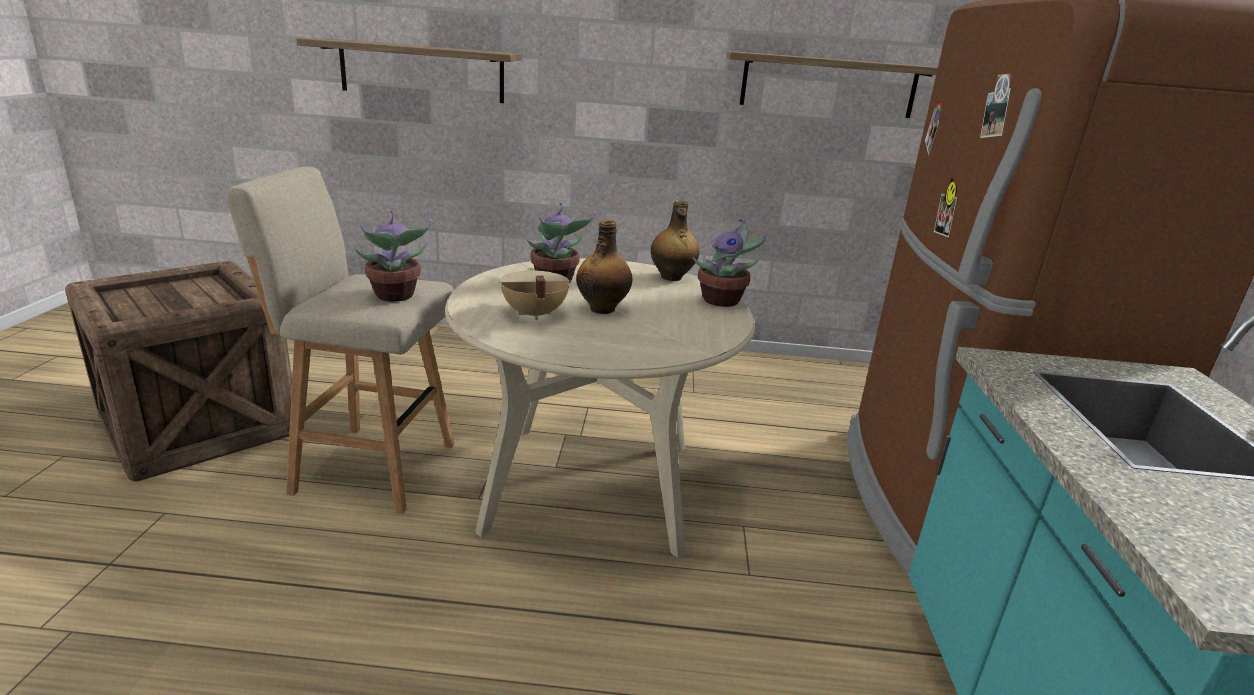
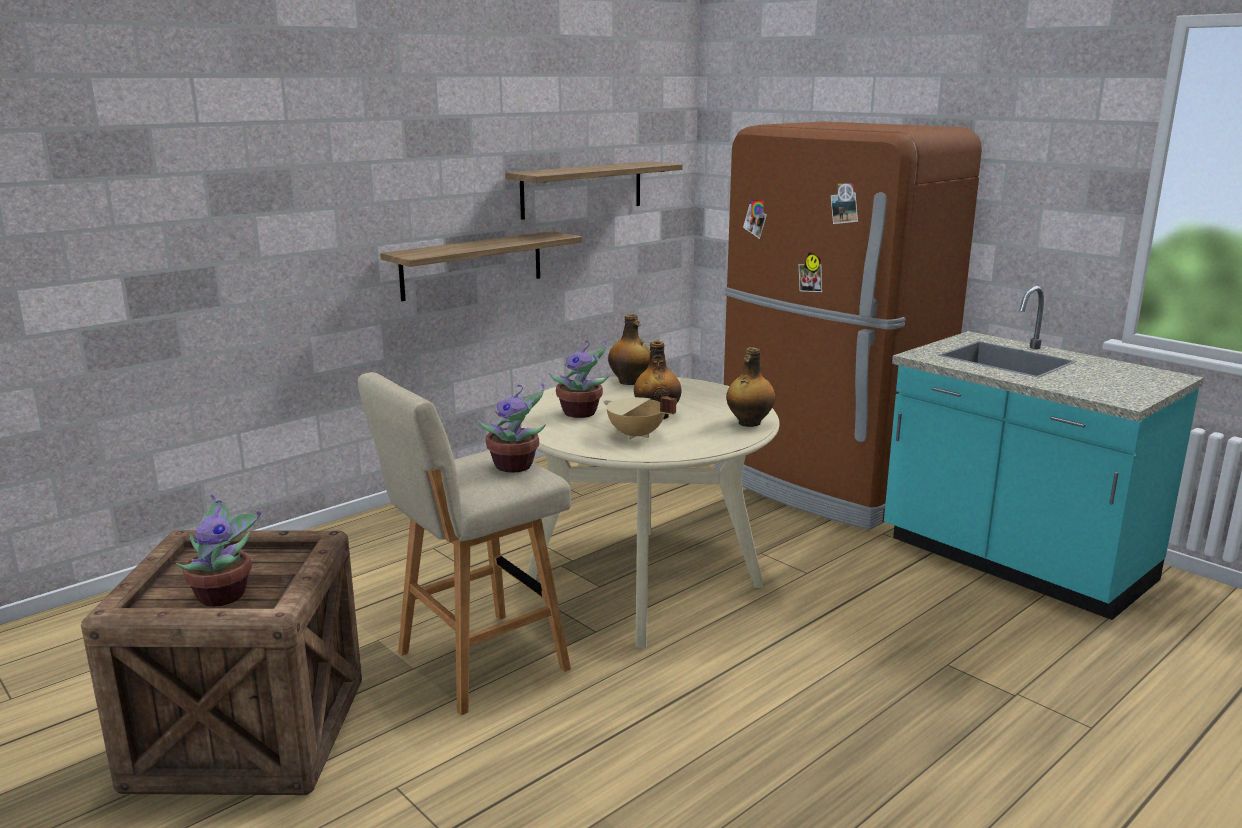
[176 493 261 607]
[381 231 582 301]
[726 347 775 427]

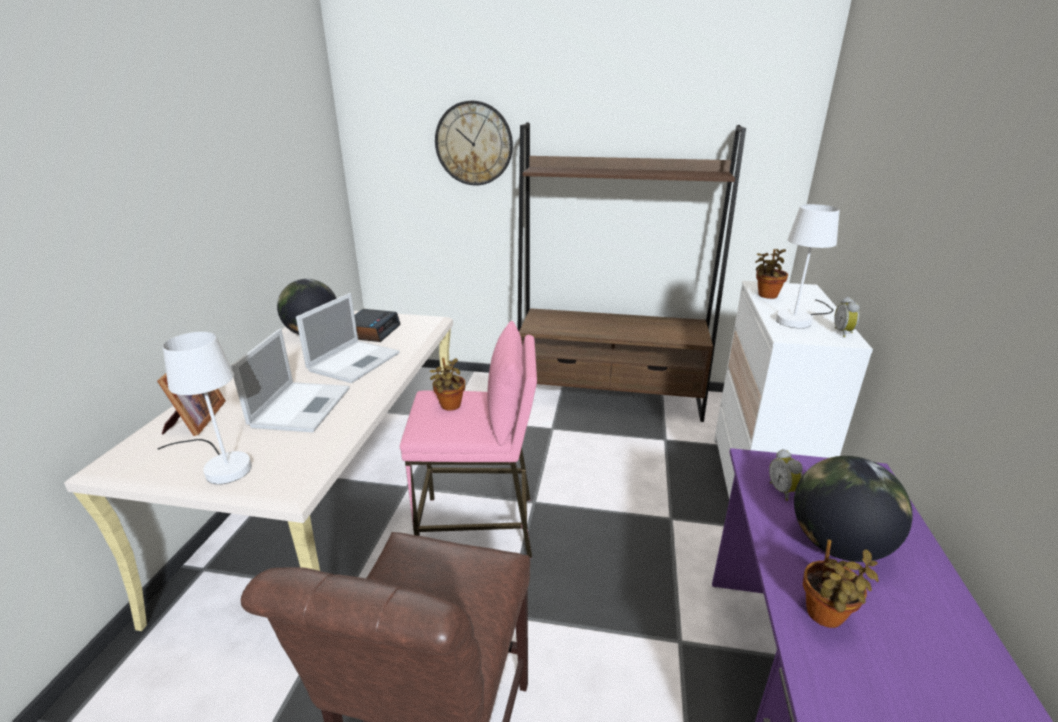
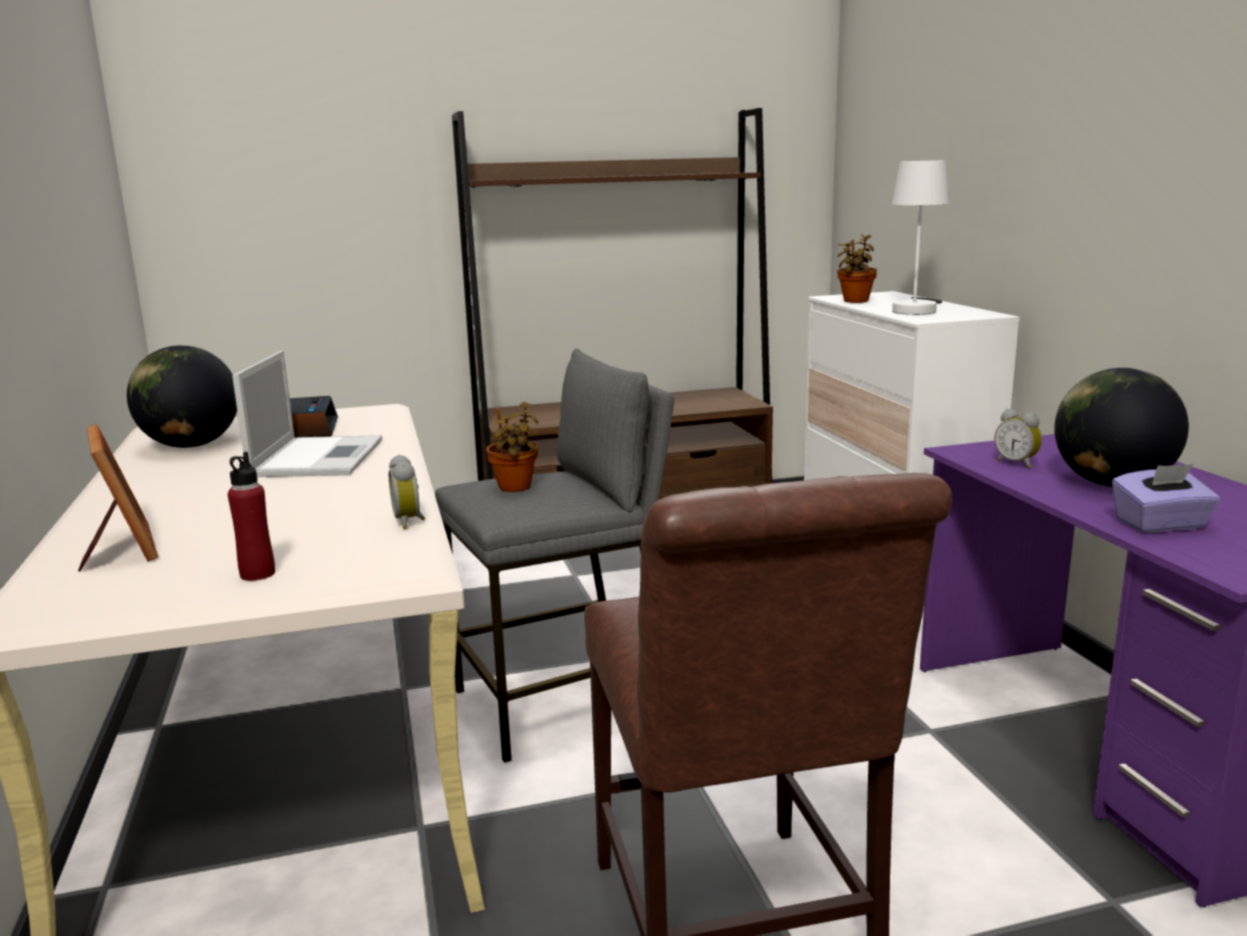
[228 452 275 581]
[389 455 425 529]
[435 349 674 763]
[1112 464 1220 533]
[231 329 350 432] (first image)
[435 100 513 186] (first image)

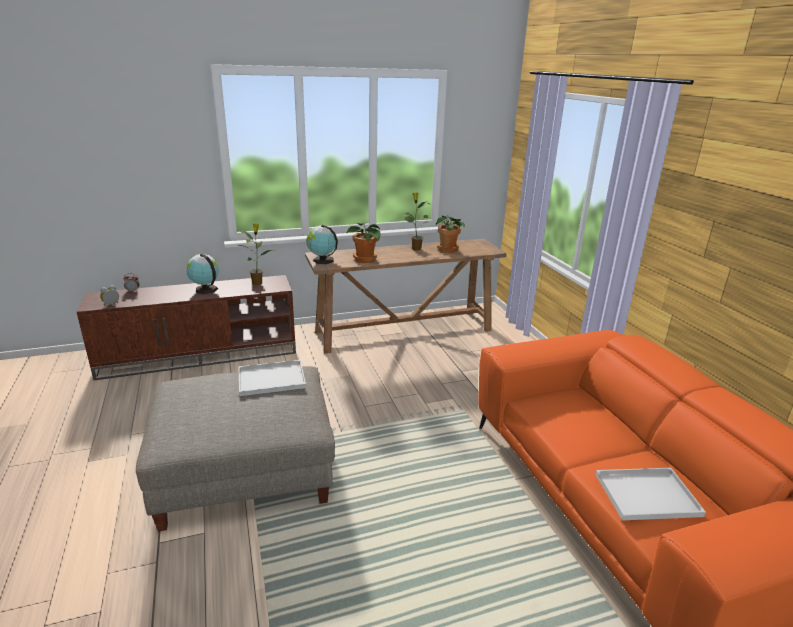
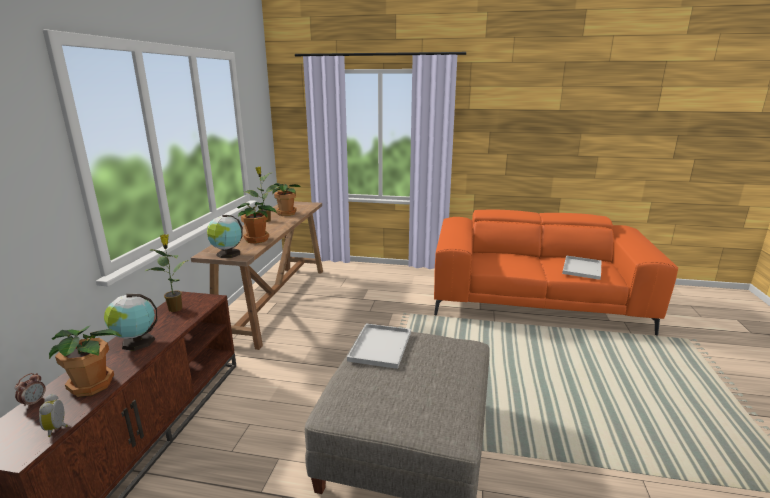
[49 325 119 397]

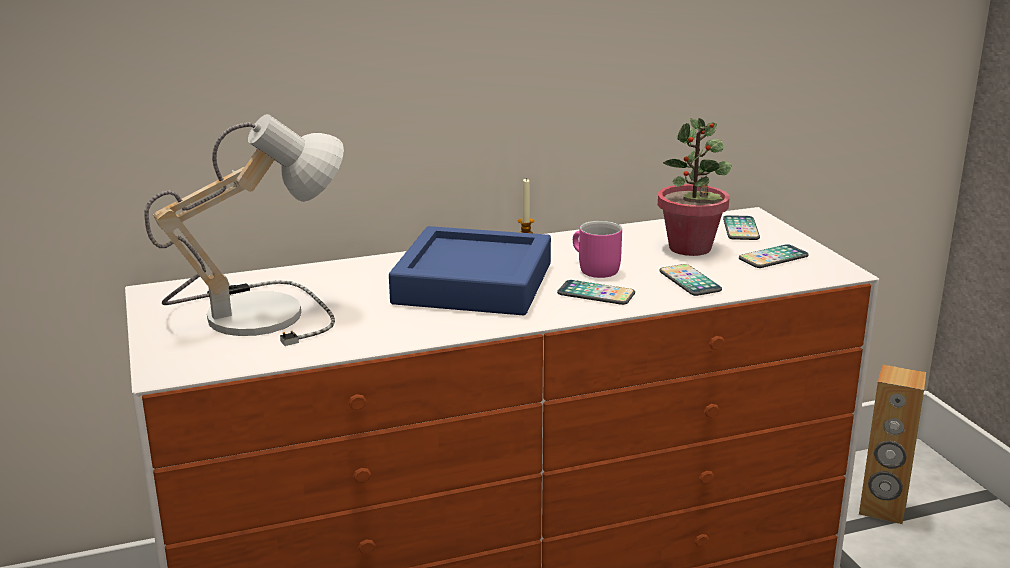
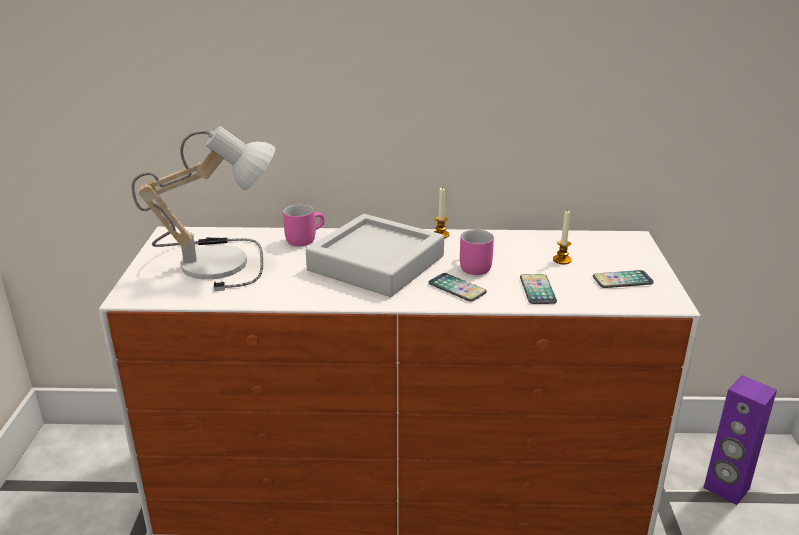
[283 204 325 246]
[306 214 444 297]
[553 210 572 264]
[703 375 777 505]
[723 215 760 240] (first image)

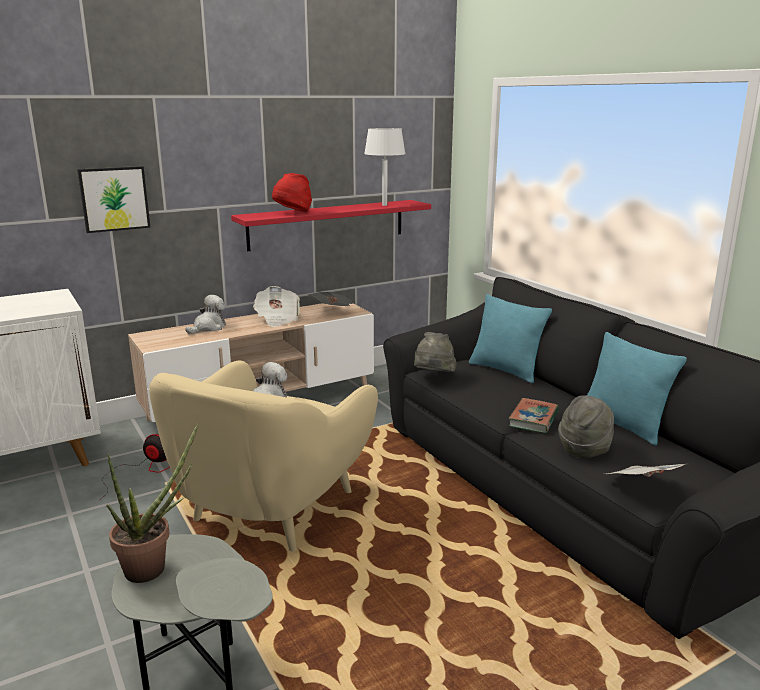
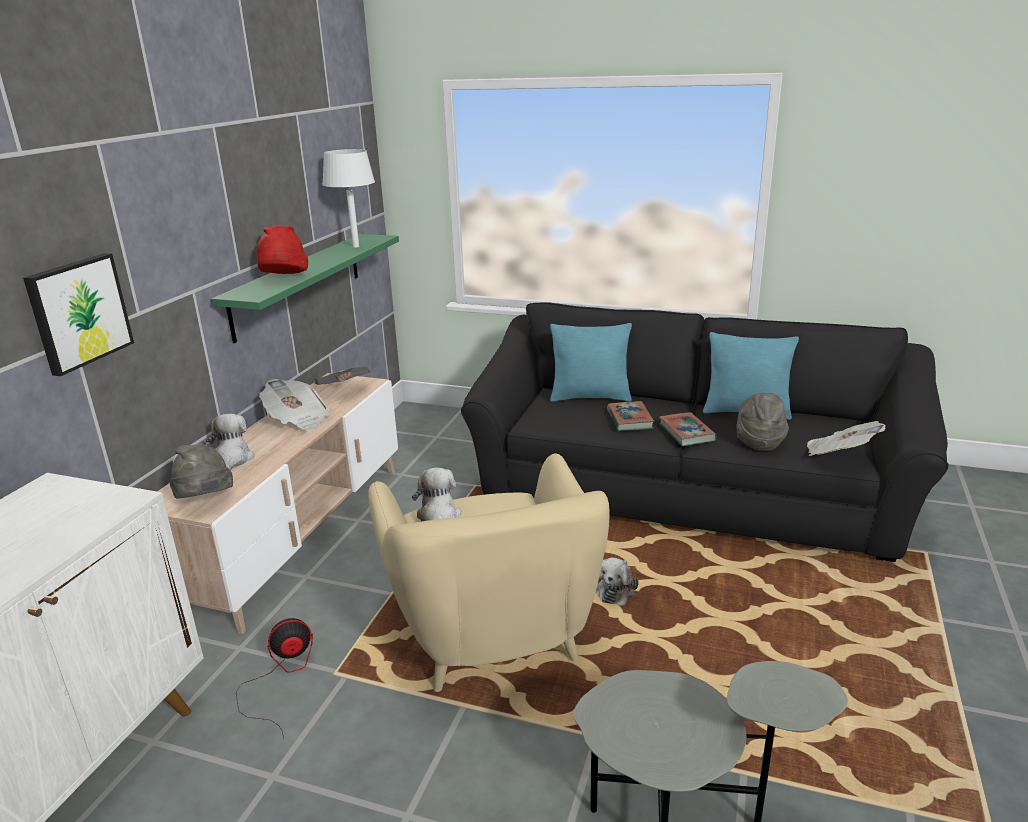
[170 442 233 498]
[211 234 399 343]
[596 558 639 606]
[607 401 654 431]
[106 423 198 583] (first image)

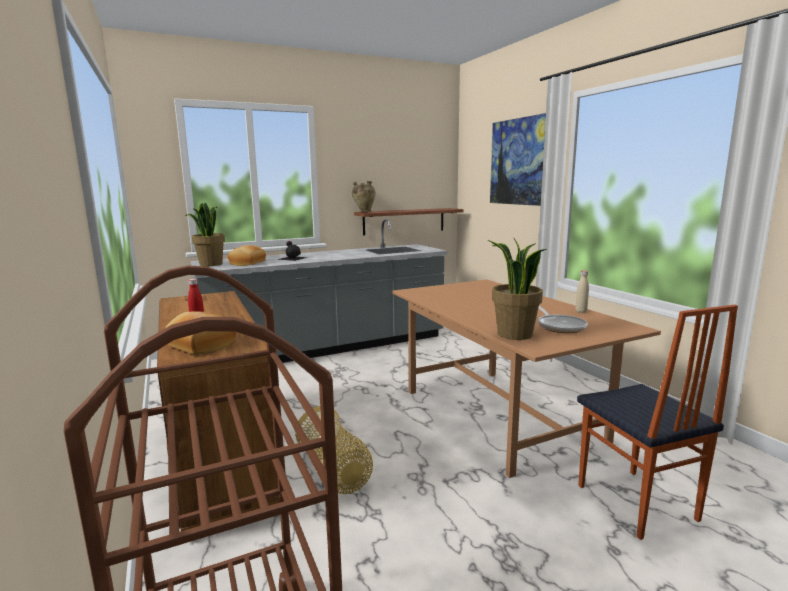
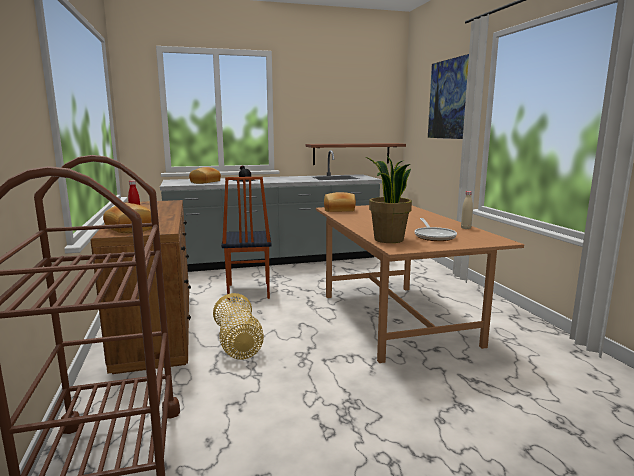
[221 177 272 300]
[324 192 356 212]
[185 202 225 266] (first image)
[352 181 376 212] (first image)

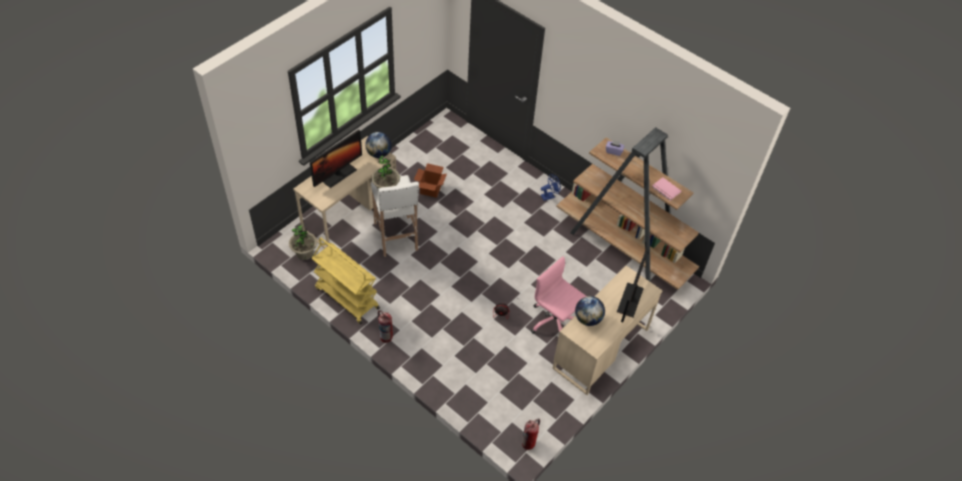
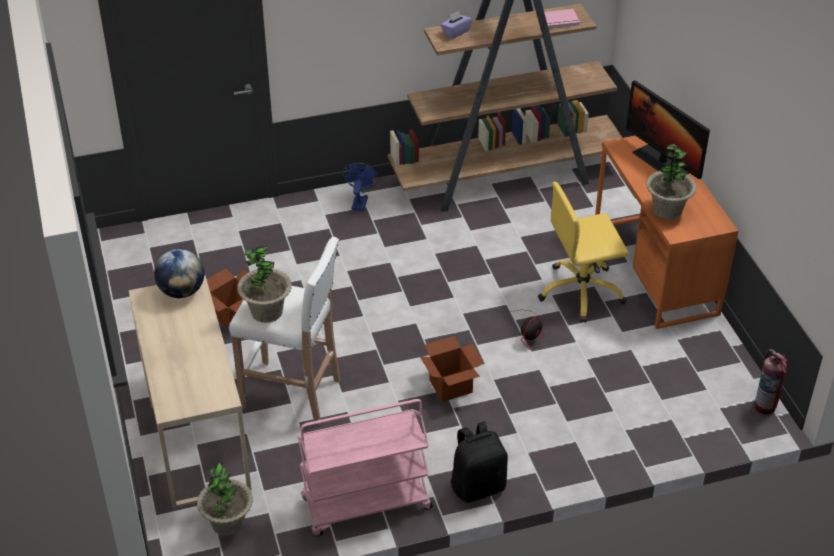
[297 399 433 536]
[420 336 485 402]
[451 421 508 503]
[538 182 629 323]
[595 136 738 329]
[646 144 696 220]
[310 130 362 188] (first image)

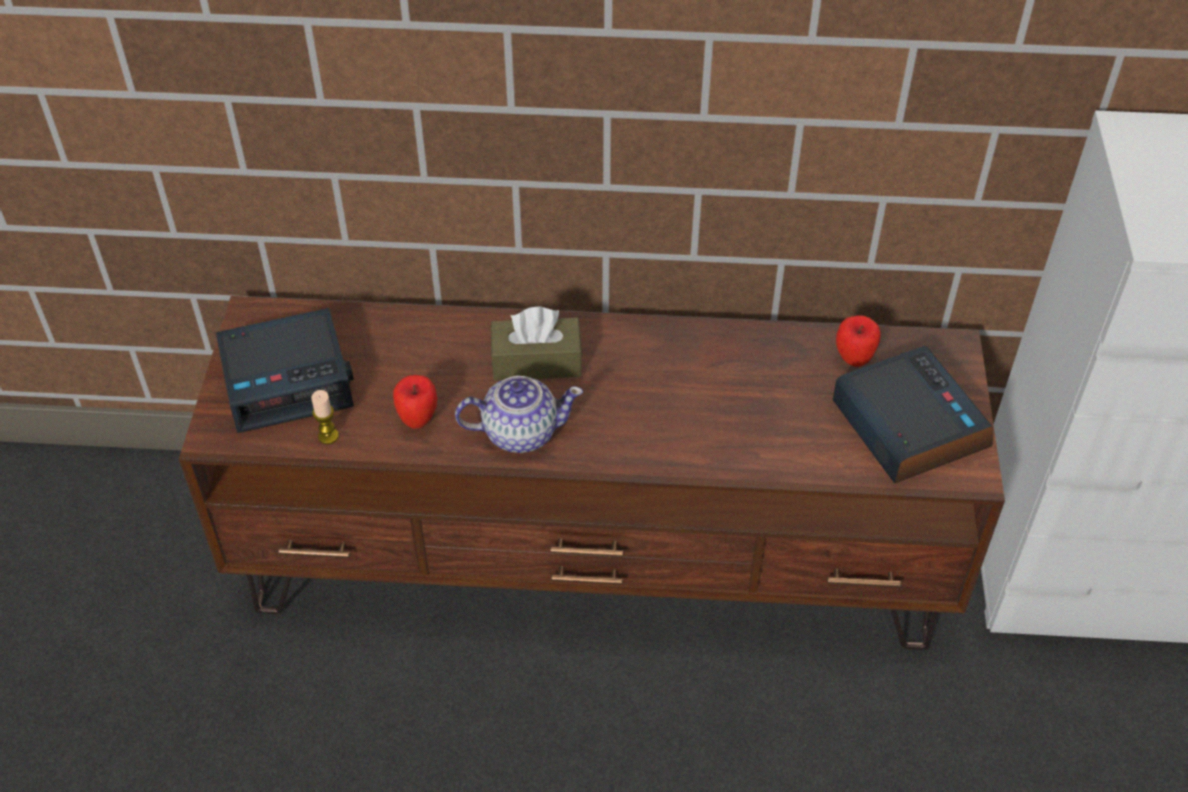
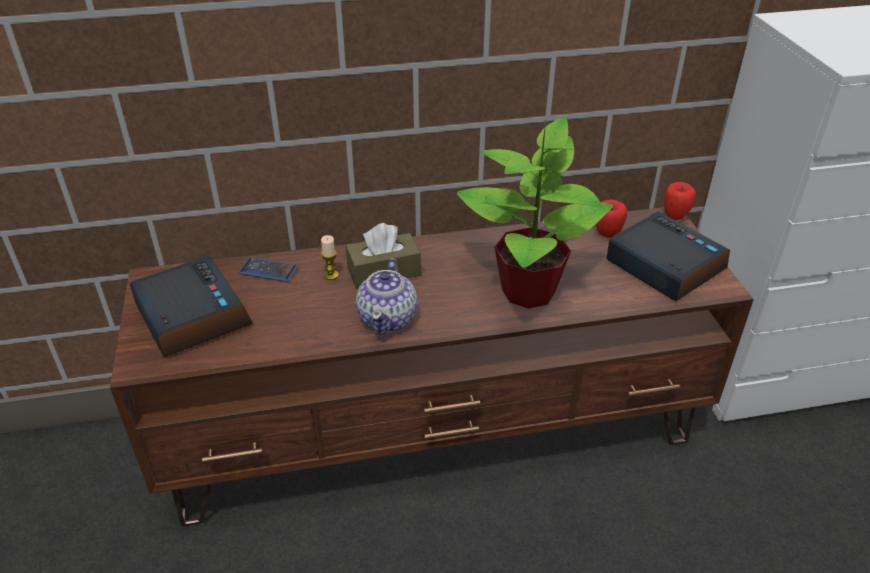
[130 256 253 357]
[238 257 299 282]
[321 235 339 280]
[356 258 417 335]
[457 117 613 309]
[664 182 696 220]

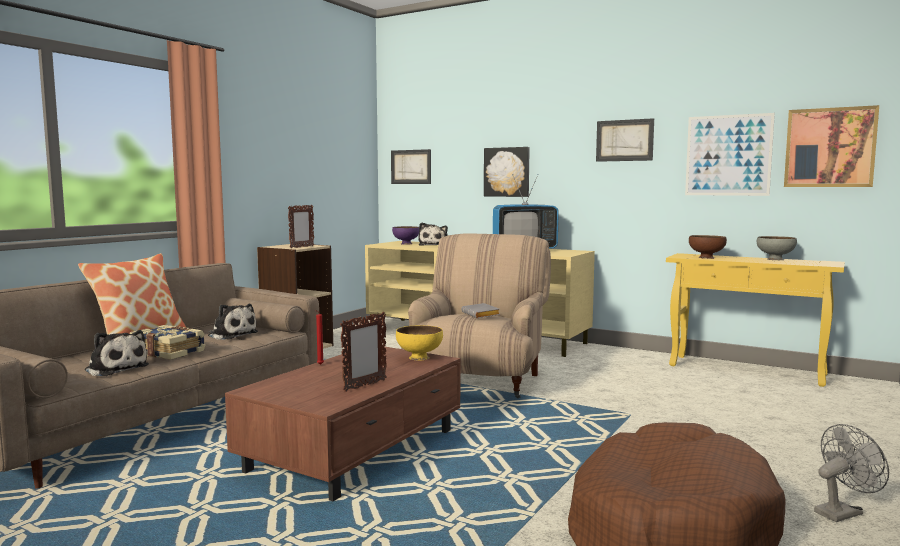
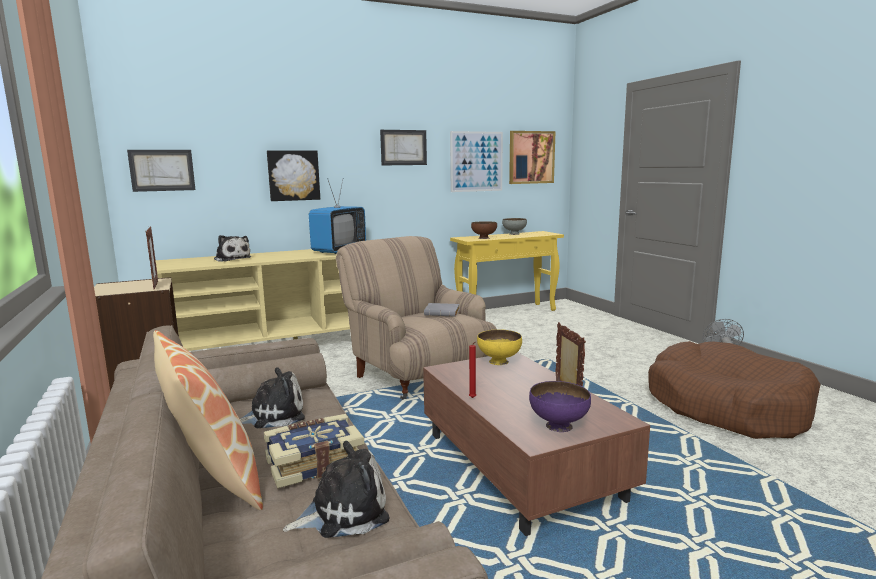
[529 381 591 432]

